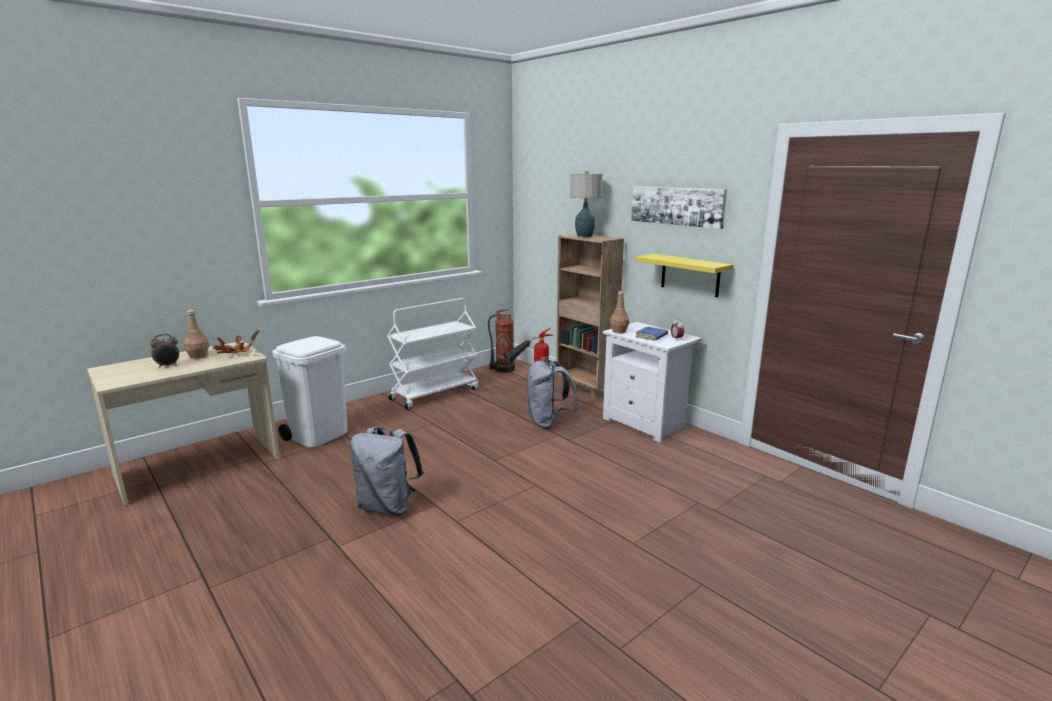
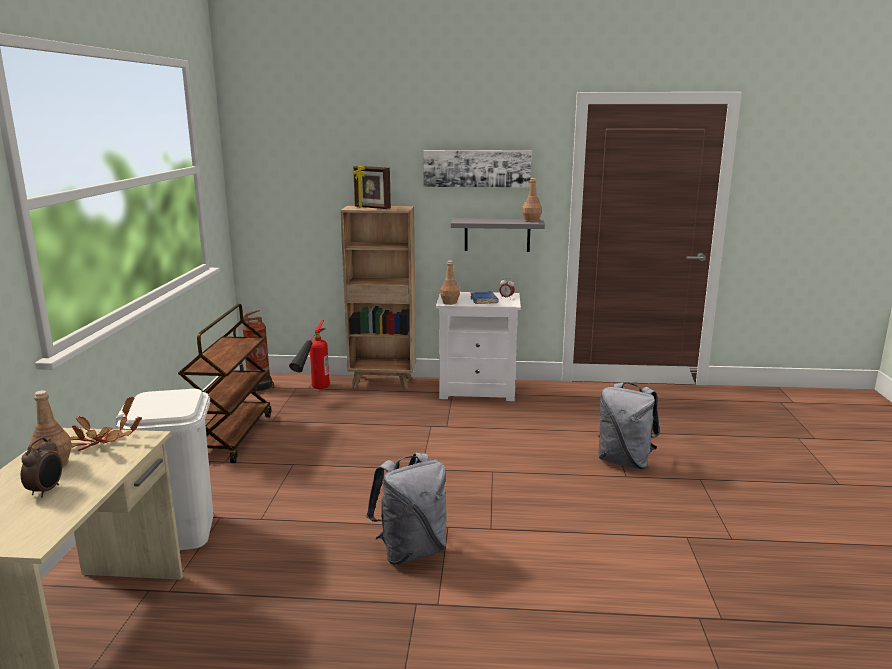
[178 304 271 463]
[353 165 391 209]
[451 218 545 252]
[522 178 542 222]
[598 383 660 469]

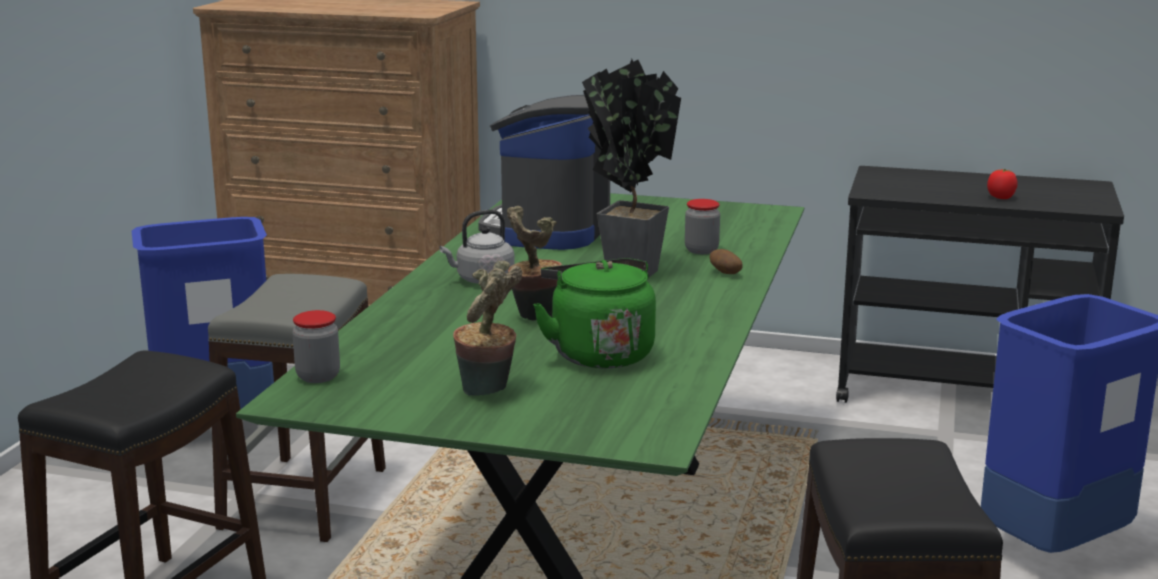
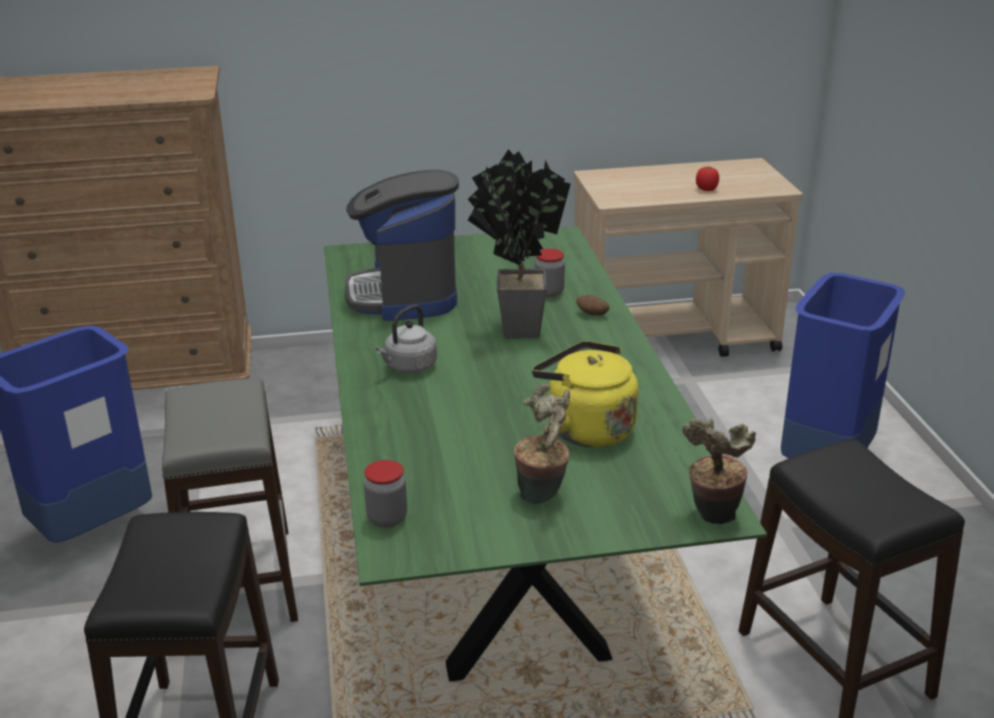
[532 341 639 447]
[574 158 803 357]
[682 418 756 524]

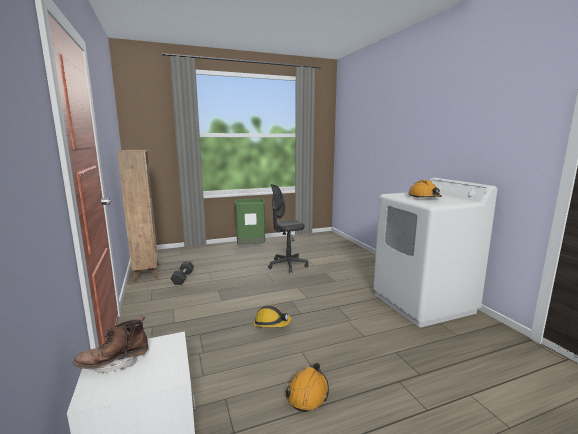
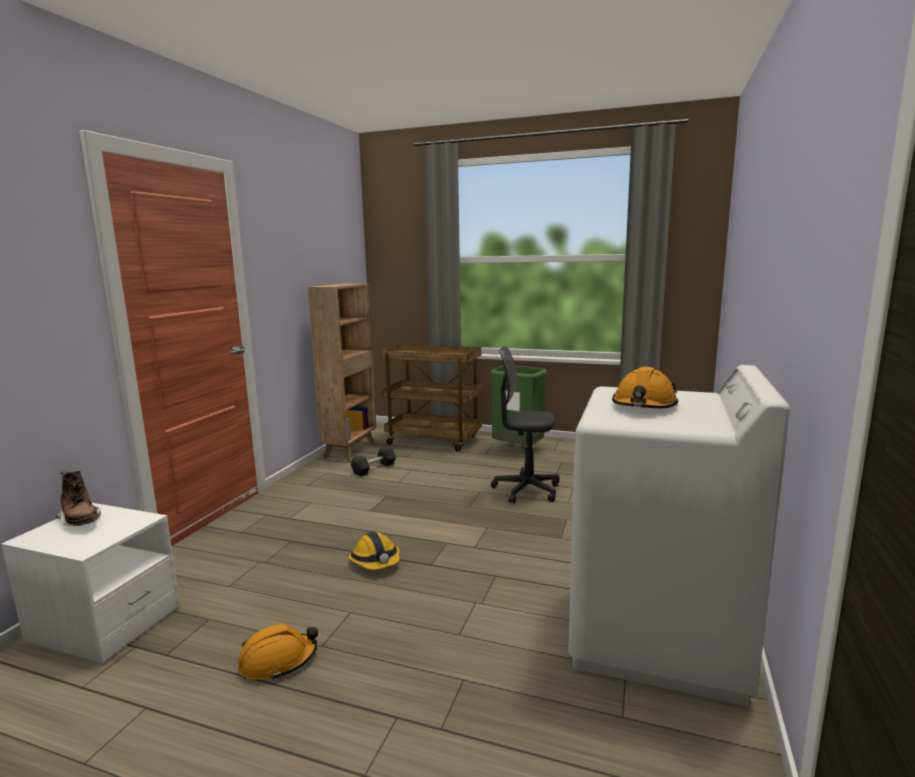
[56 471 101 526]
[380 344 482 451]

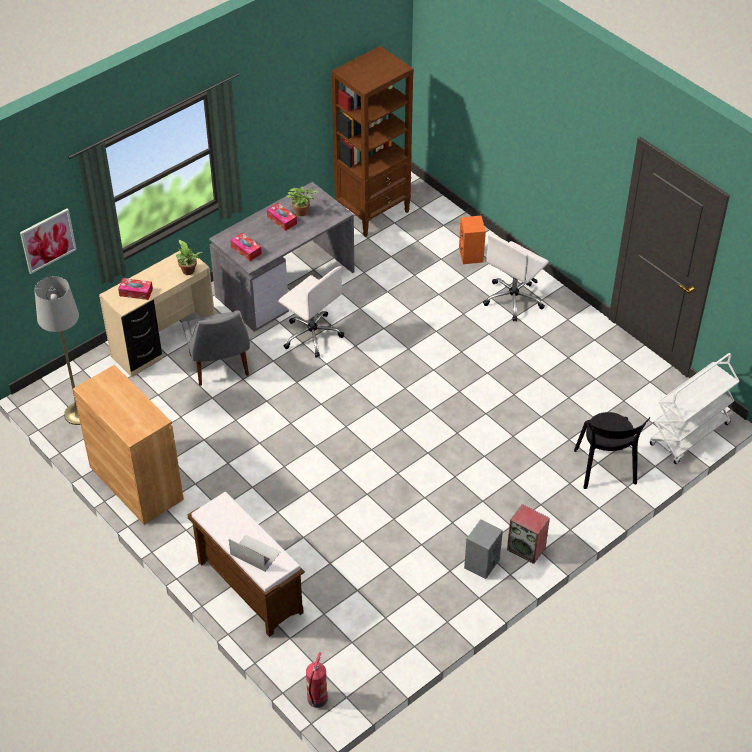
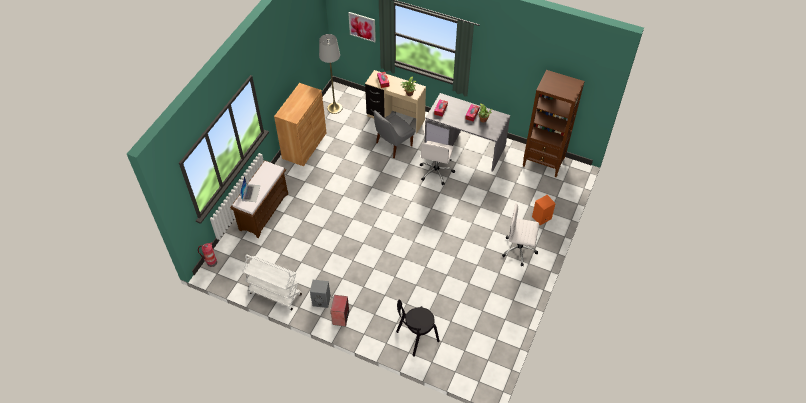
[242 254 302 310]

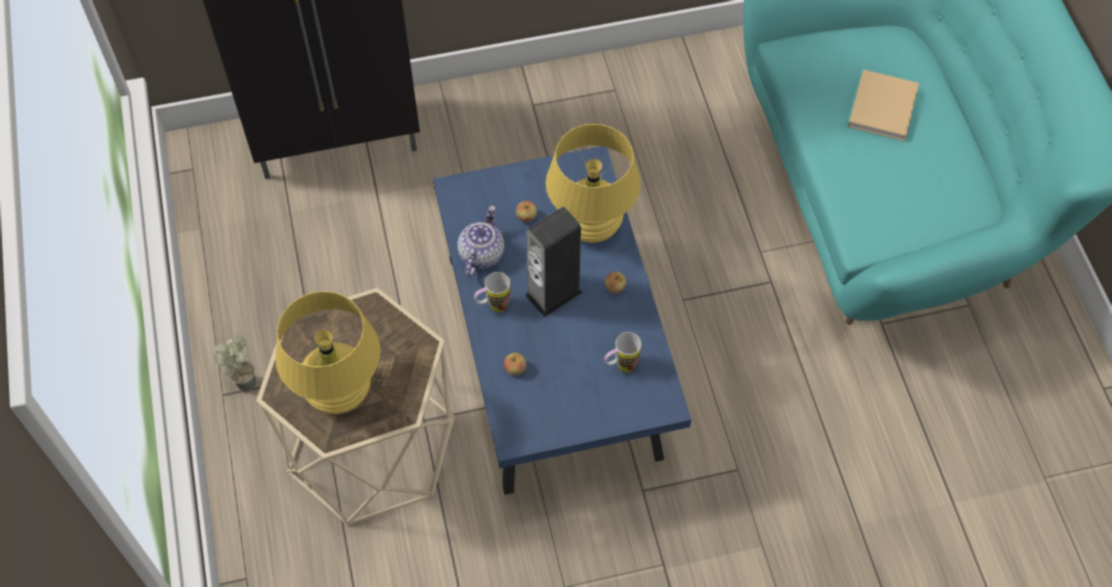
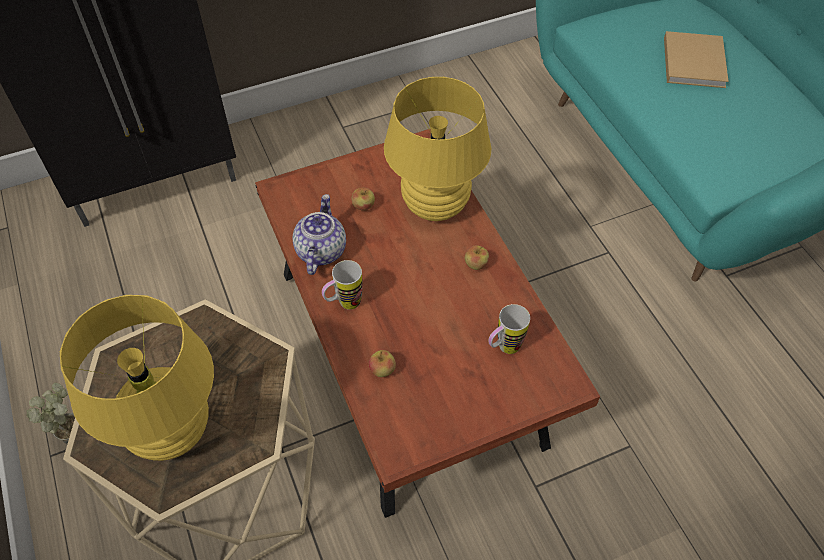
[255 129 600 518]
[525 206 583 318] (first image)

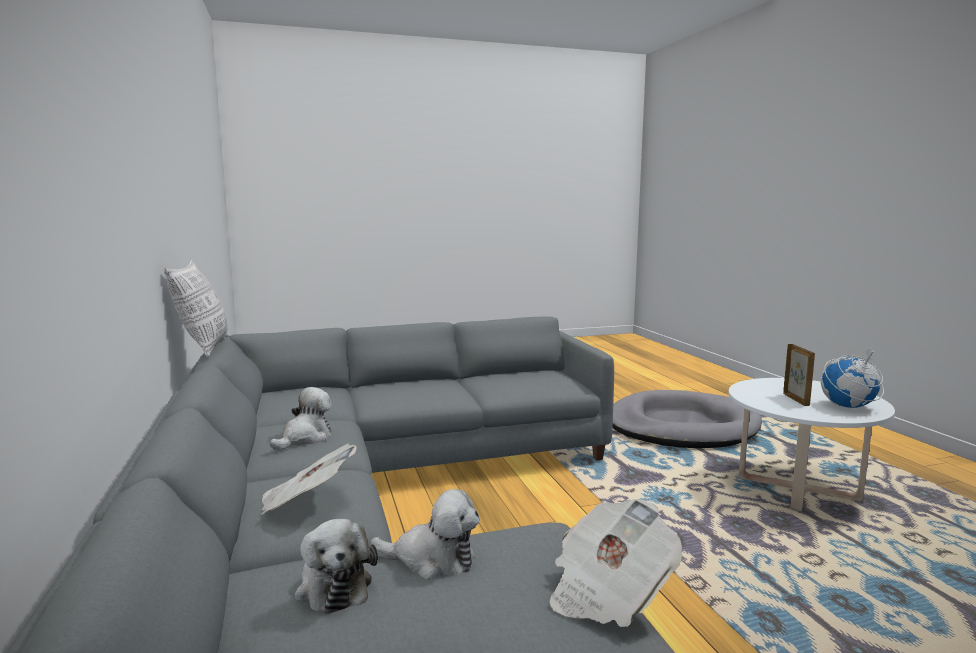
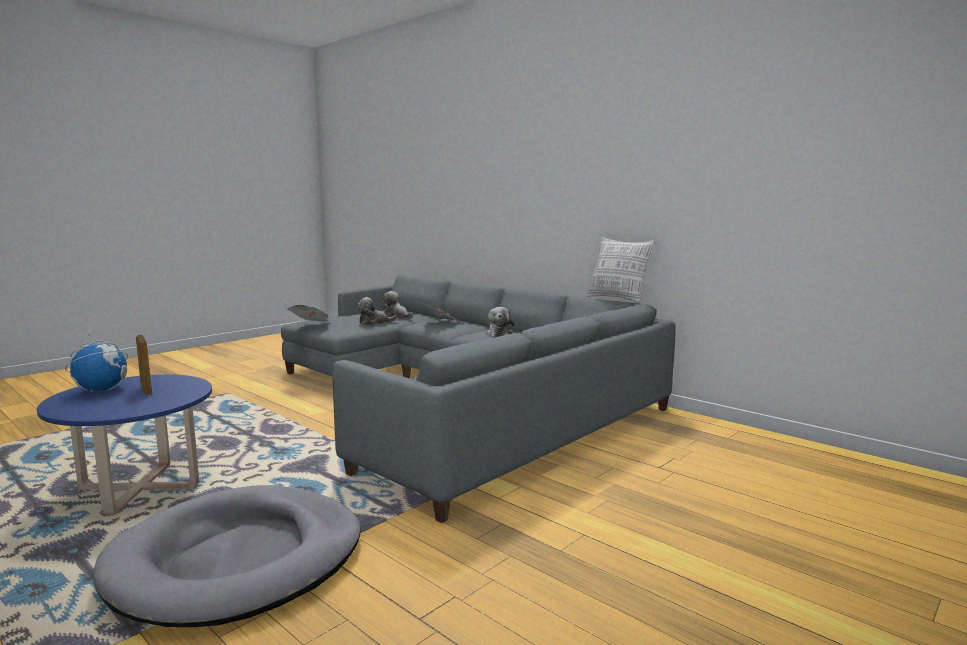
[37 374 212 515]

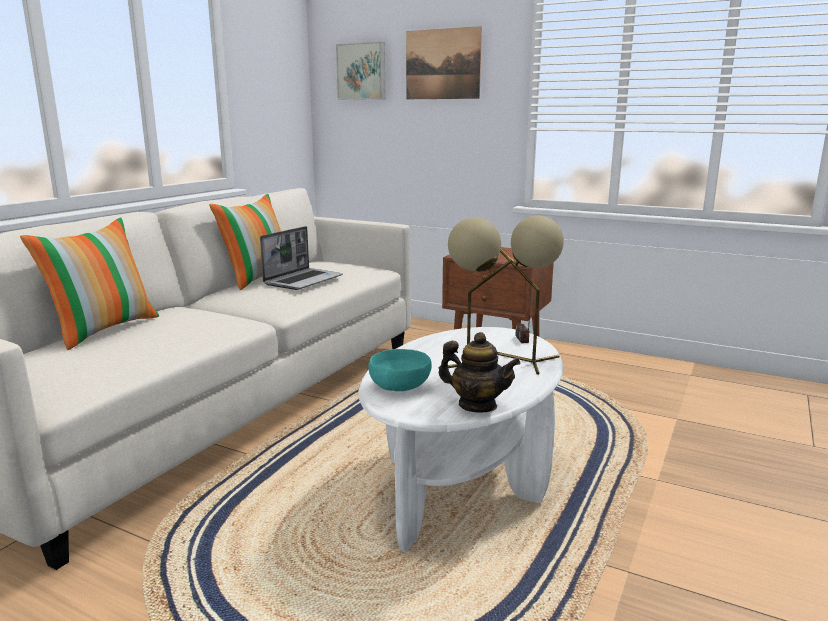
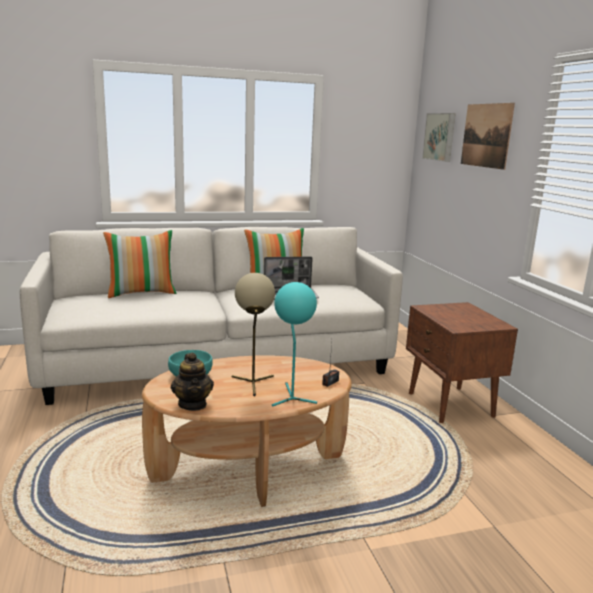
[142 355 352 507]
[272 282 317 407]

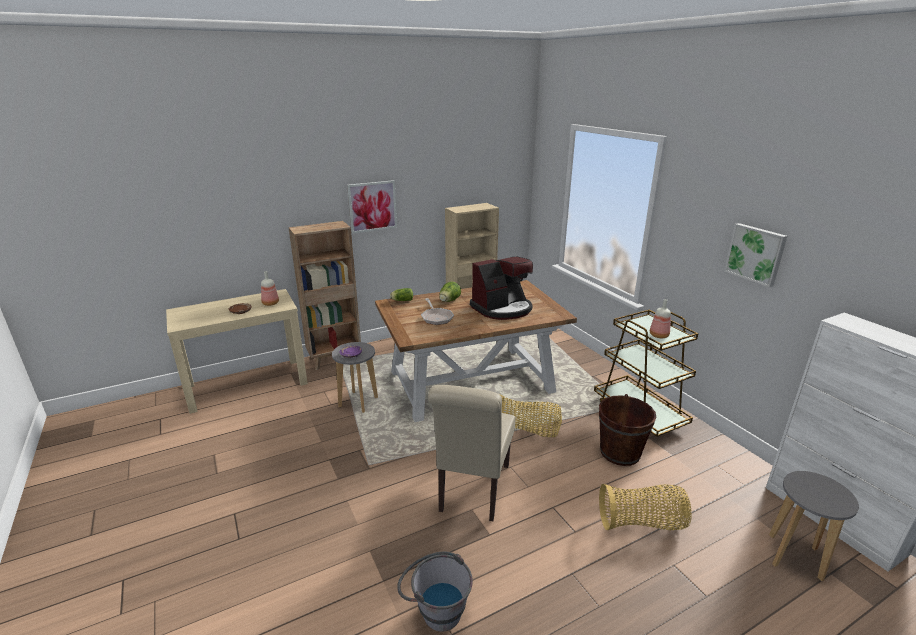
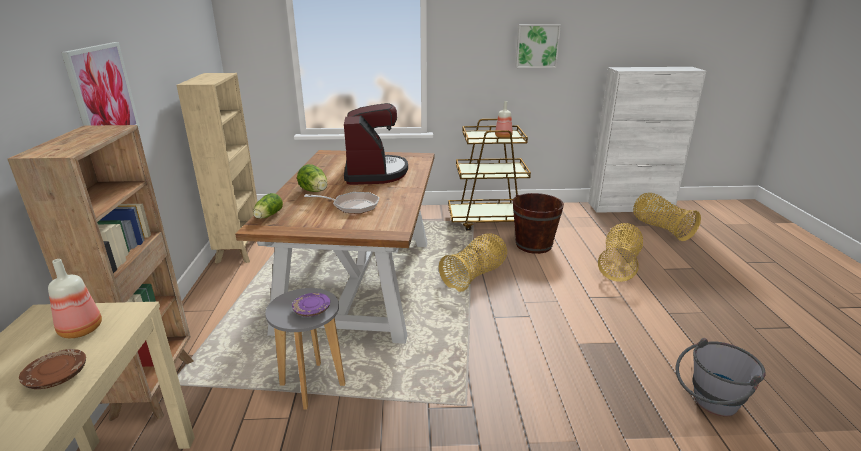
[633 193 701 241]
[428 385 516 521] (first image)

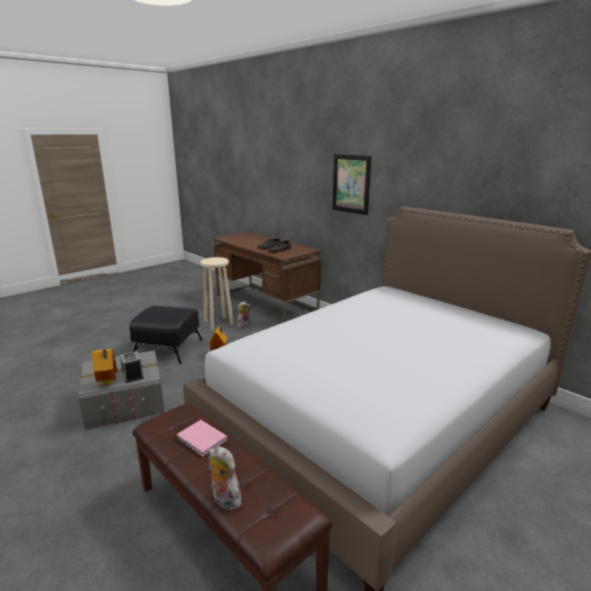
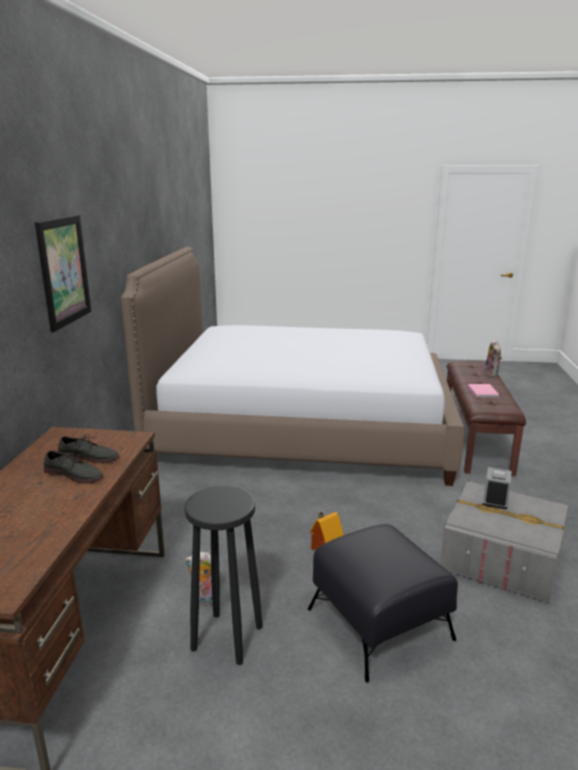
[184 486 263 665]
[92 349 117 387] (first image)

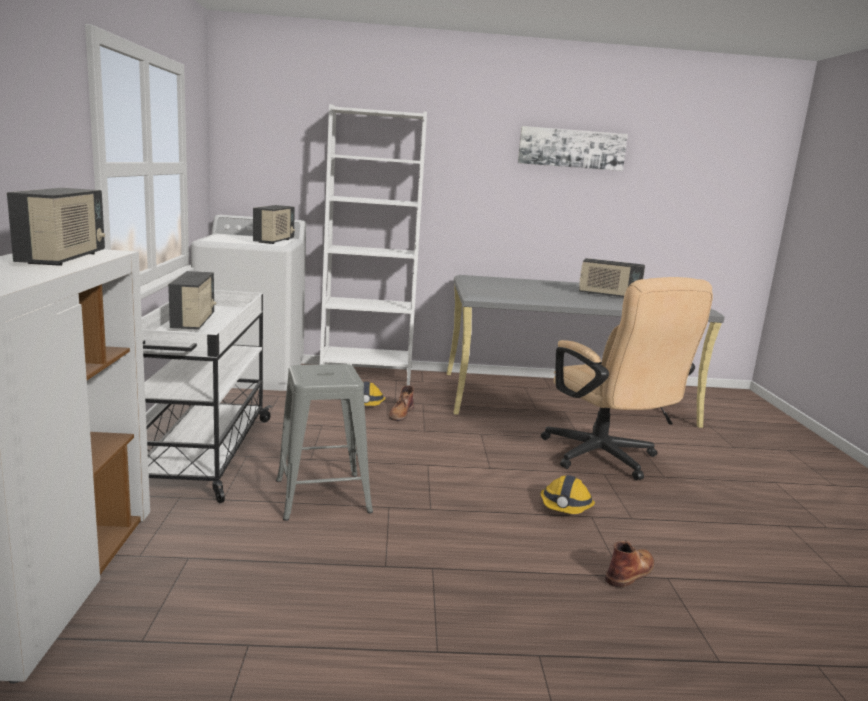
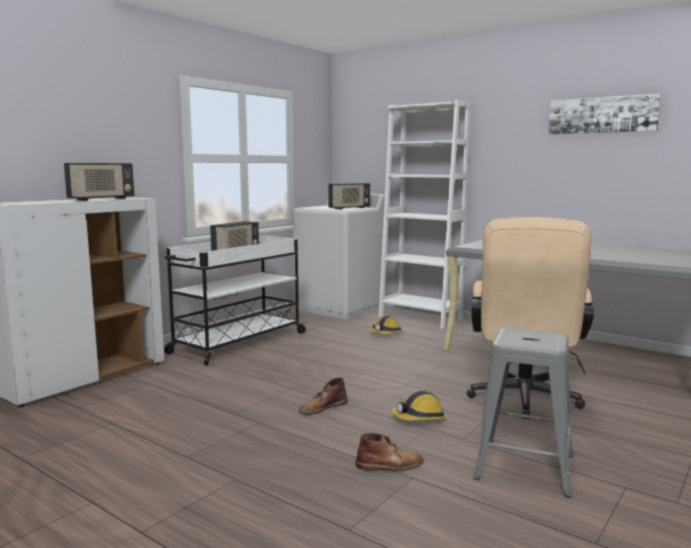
[299 378 348 415]
[473 328 573 498]
[579 258 645 297] (first image)

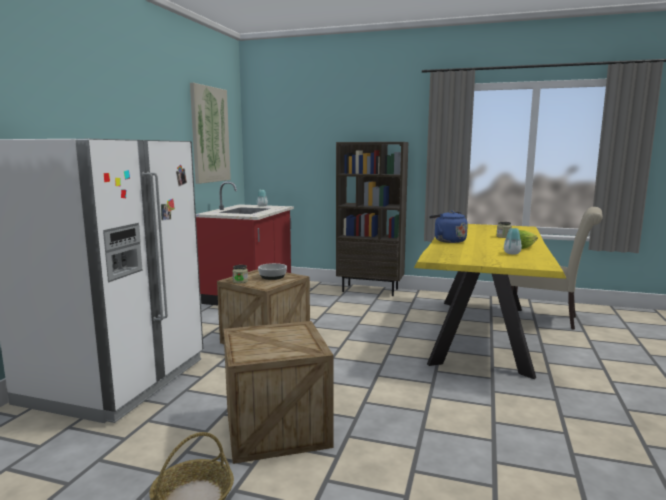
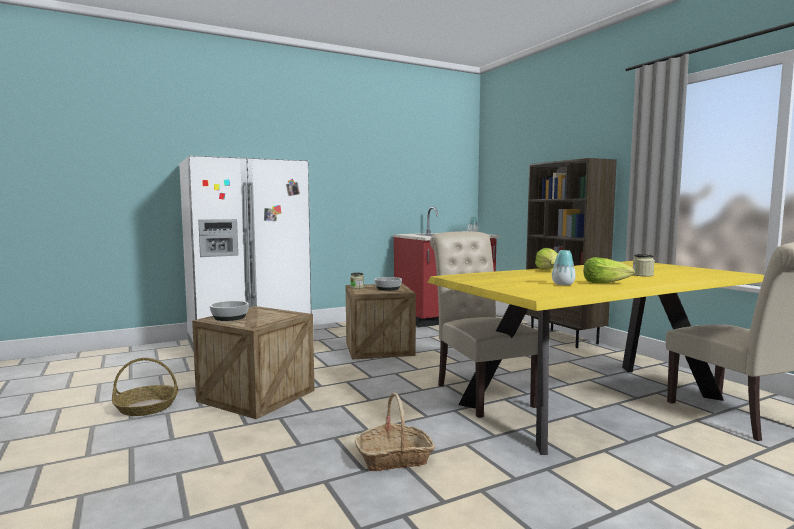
[210 301 249 321]
[355 393 435 471]
[430 231 538 418]
[535 248 558 270]
[190 83 231 184] (first image)

